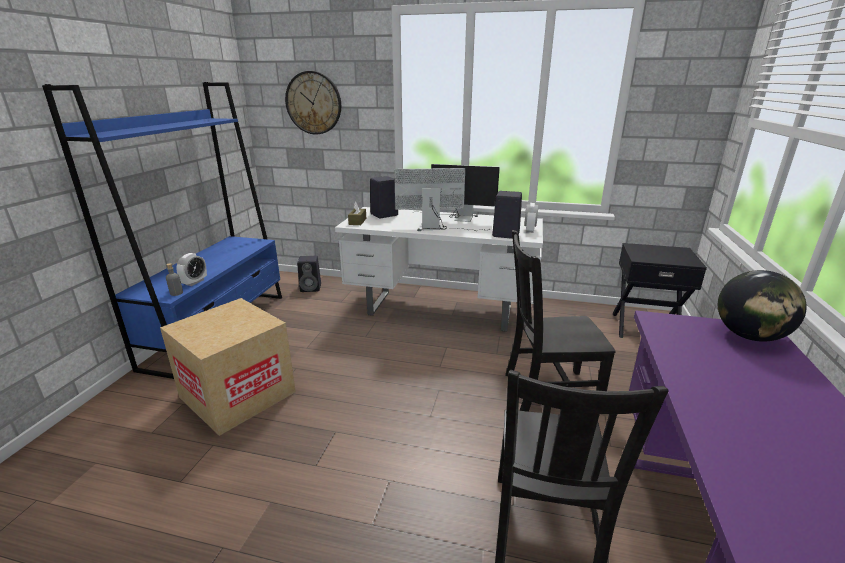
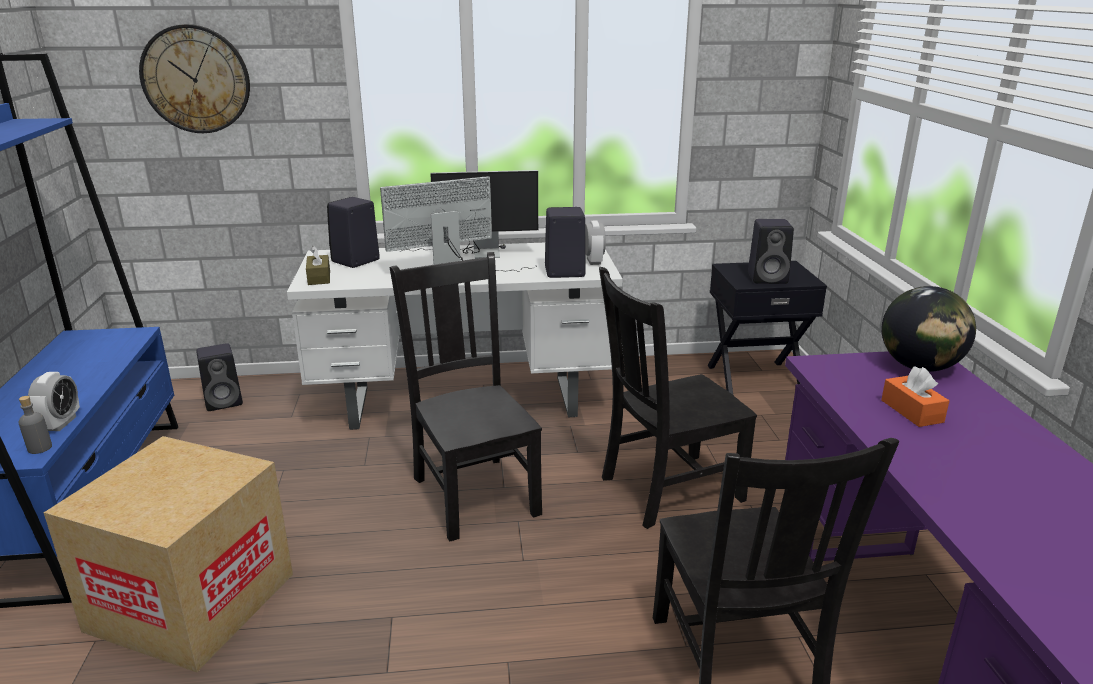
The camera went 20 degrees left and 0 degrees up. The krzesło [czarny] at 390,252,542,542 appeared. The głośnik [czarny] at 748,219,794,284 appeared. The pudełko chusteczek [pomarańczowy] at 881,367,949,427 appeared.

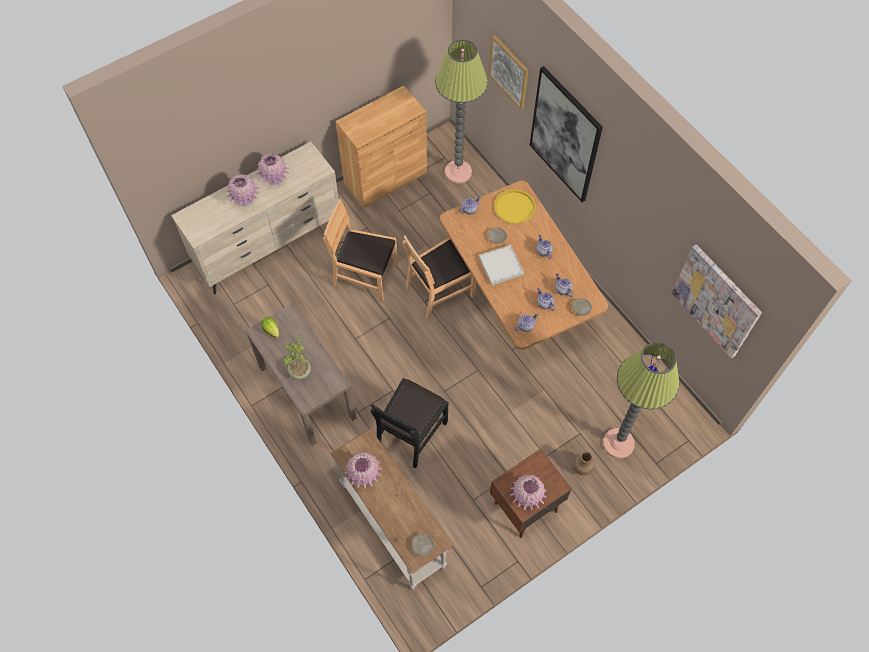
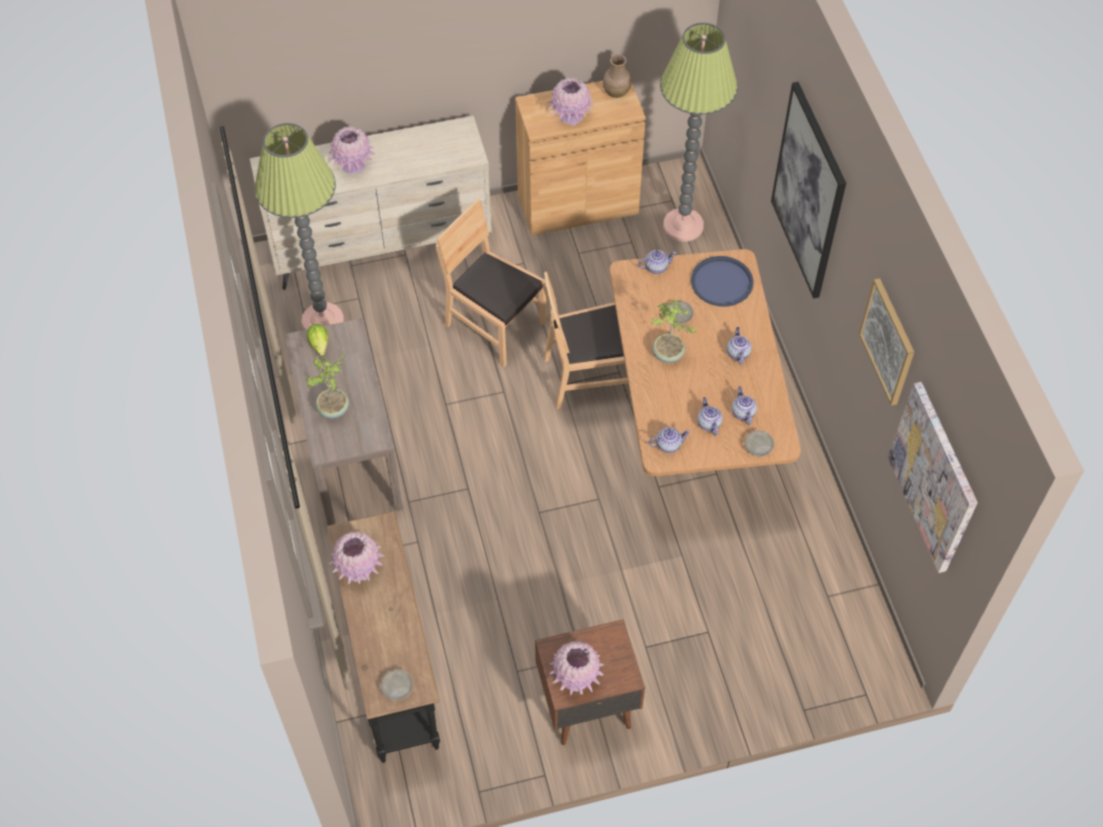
The camera went 20 degrees right and 5 degrees down. The wazon [różowy] moved from 257,153,289,185 to 548,77,594,126. The stolik konsolowy [biały] at 330,428,453,590 became the stolik konsolowy [czarny] at 327,511,440,763. The krzesło [czarny] at 371,378,448,468 disappeared. The taca [biały] at 479,245,524,285 was replaced by the roślina doniczkowa at 651,300,696,363. The obraz moved from 489,35,529,109 to 859,278,914,406. The taca [żółty] at 494,189,536,224 became the taca [niebieski] at 691,256,754,307. The wazon [brązowy] moved from 573,451,594,475 to 603,54,631,98. The lampa stojąca moved from 603,342,680,458 to 254,123,344,330.

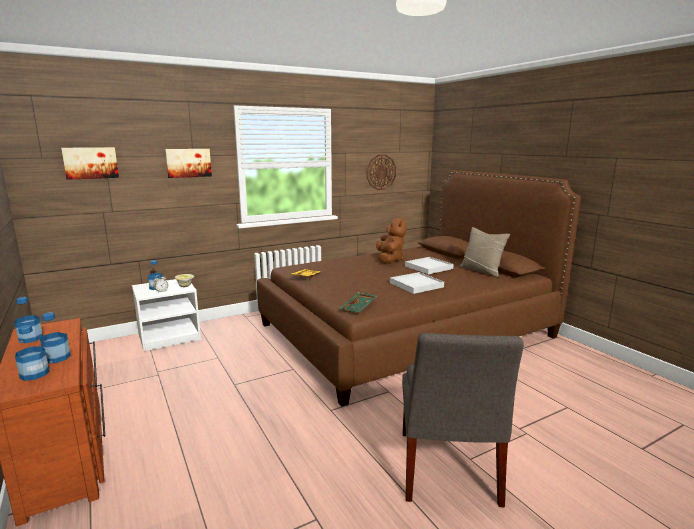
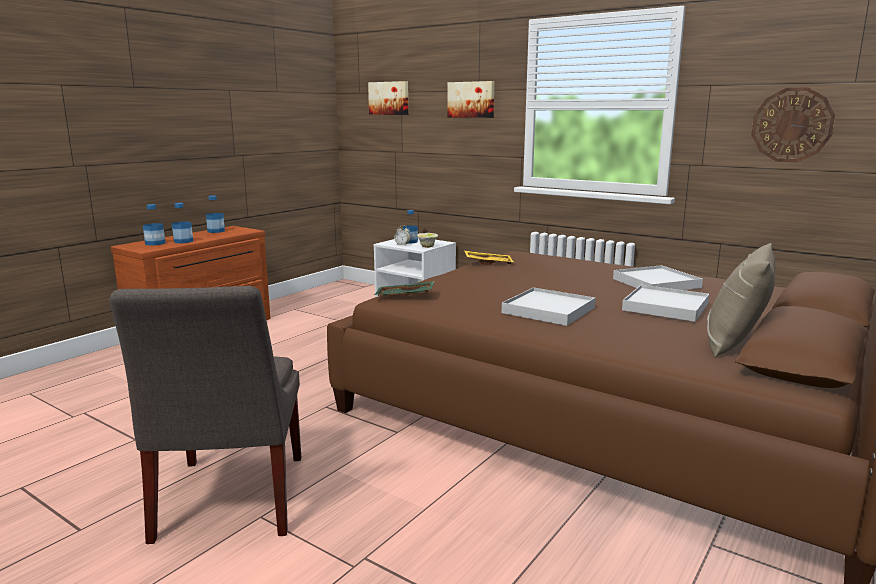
The camera went 65 degrees right and 0 degrees up. The pluszak [brązowy] at 376,217,406,264 was replaced by the taca [biały] at 613,265,703,290. The krzesło [szary] at 402,333,524,507 turned 75 degrees counterclockwise.

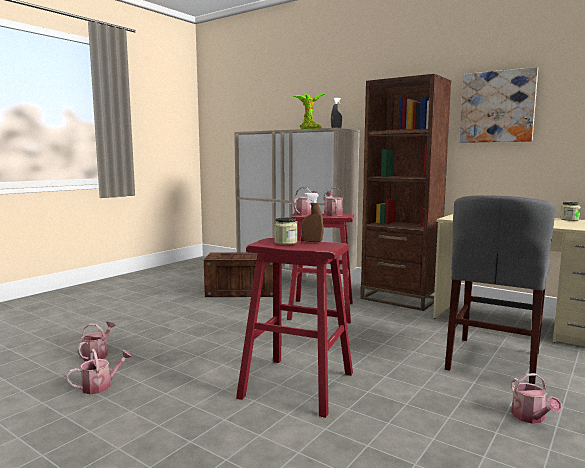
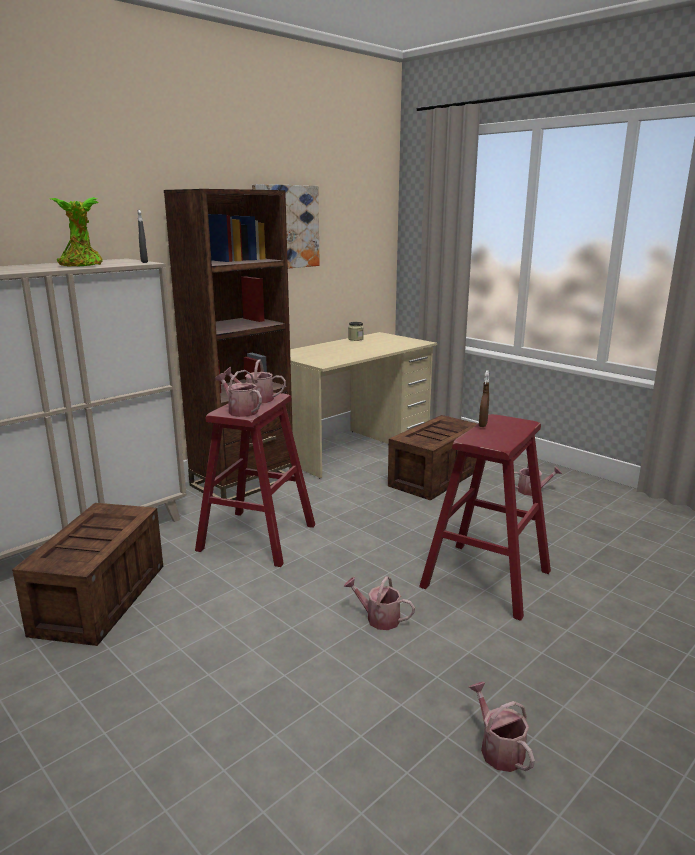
The camera went 80 degrees left and 10 degrees up. The konewka moved from 77,322,116,361 to 343,576,415,630. The słoik at 274,217,297,245 disappeared. The krzesło [szary] at 445,195,555,384 was replaced by the skrzynka at 388,415,478,501.

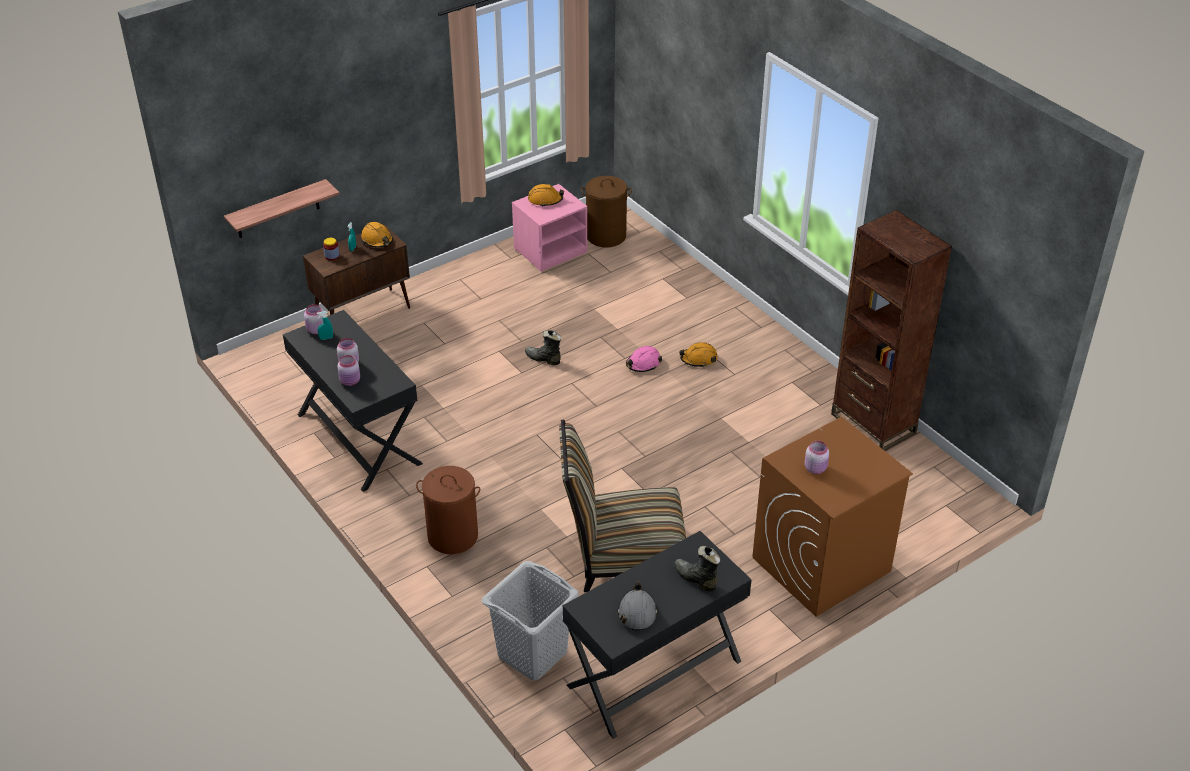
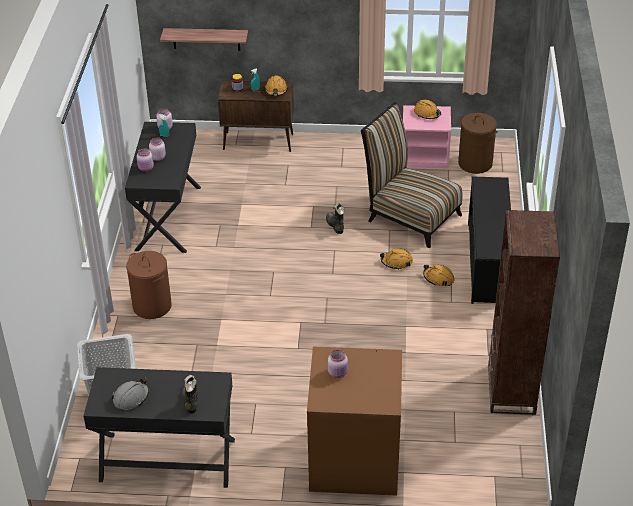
The camera went 40 degrees right and 0 degrees up. The krzesło moved from 559,420,686,592 to 361,102,462,248. The kask [różowy] at 626,346,662,372 became the kask [pomarańczowy] at 380,248,413,270. The regał na buty [czarny] at 468,177,511,304 appeared.

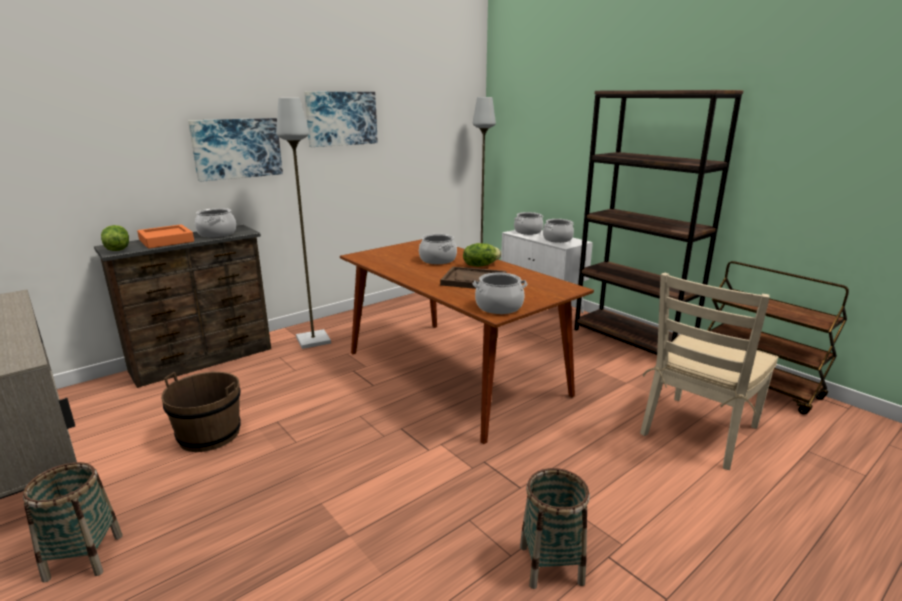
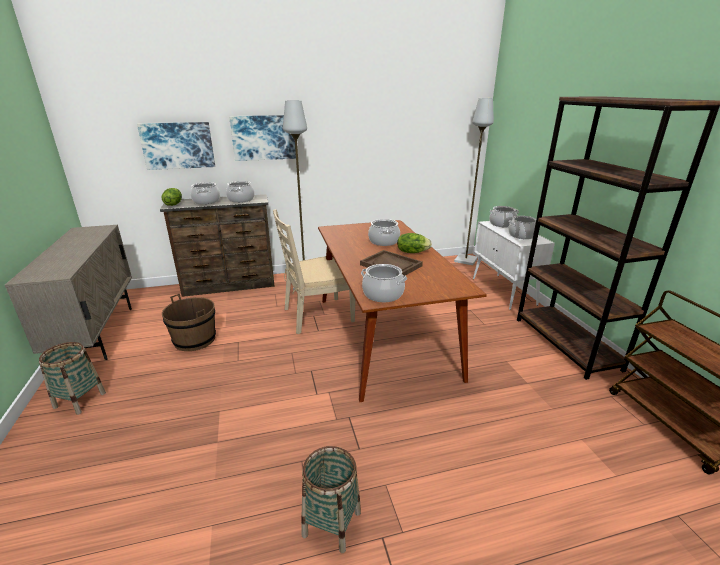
The camera went 25 degrees right and 5 degrees up. The taca [pomarańczowy] at 137,224,194,249 was replaced by the garnek at 191,182,220,204. The obraz moved from 304,92,378,147 to 137,122,215,170. The krzesło [beżowy] moved from 640,273,778,470 to 273,209,355,334.

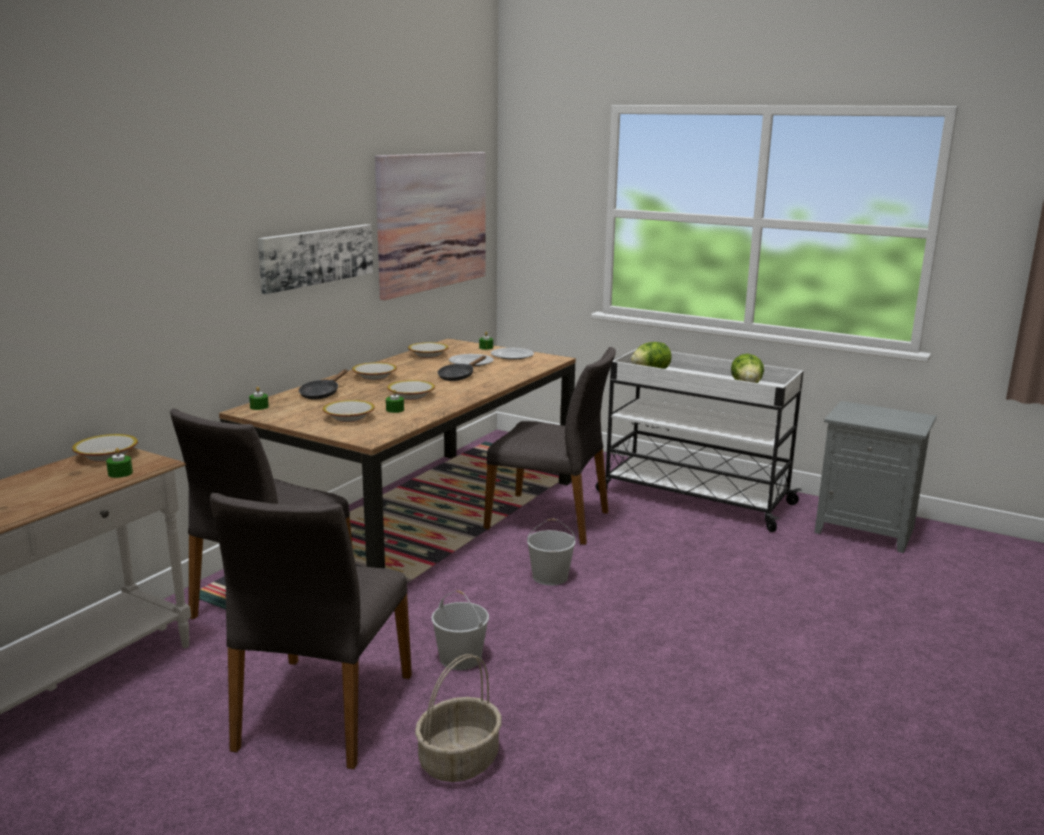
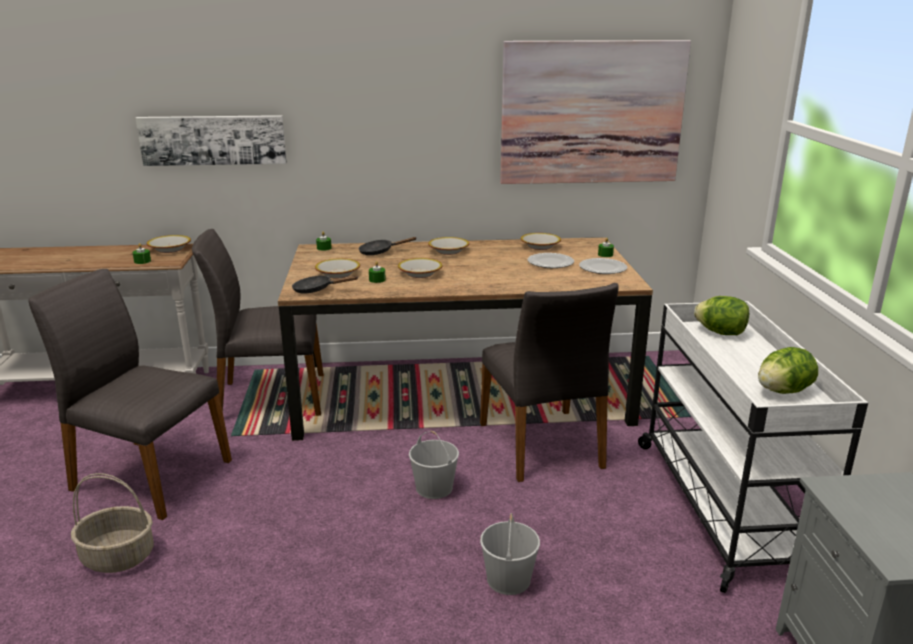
The camera went 55 degrees right and 5 degrees up. The krzesło [szary] at 210,493,412,769 turned 45 degrees clockwise. The obraz moved from 258,224,373,294 to 136,115,287,166. The wiadro [biały] moved from 431,590,489,670 to 480,513,540,595. The patelnia [czarny] moved from 437,356,486,381 to 292,275,358,294.

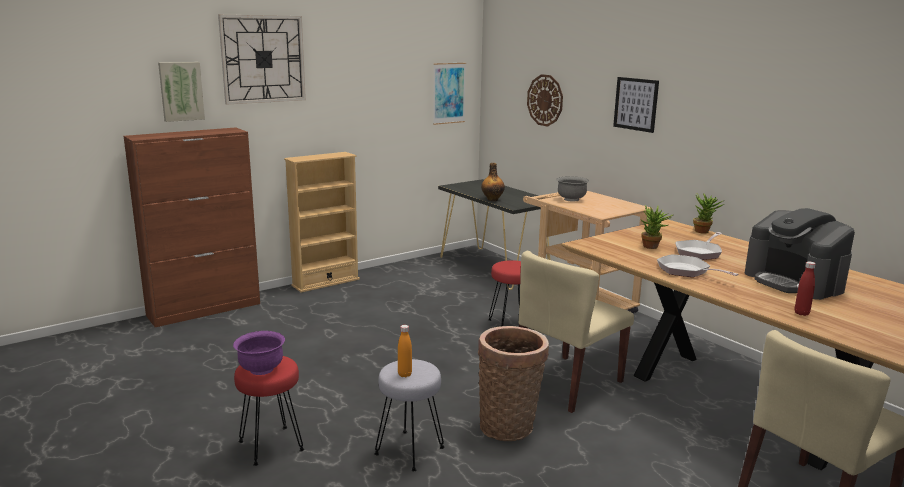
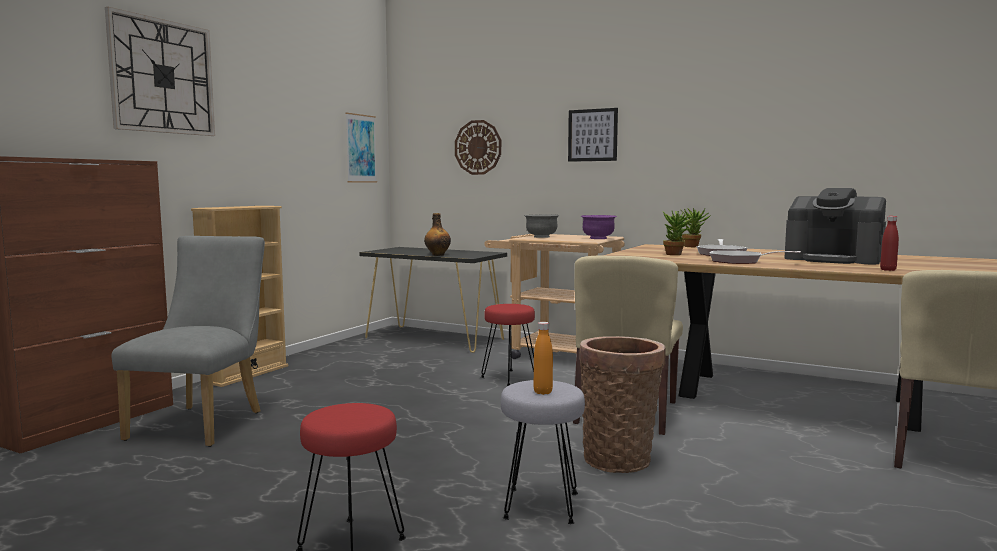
The camera went 25 degrees left and 10 degrees down. The obraz at 158,62,205,122 disappeared. The miska [fioletowy] moved from 233,331,285,375 to 581,215,617,239. The krzesło [szary] at 112,236,265,447 appeared.

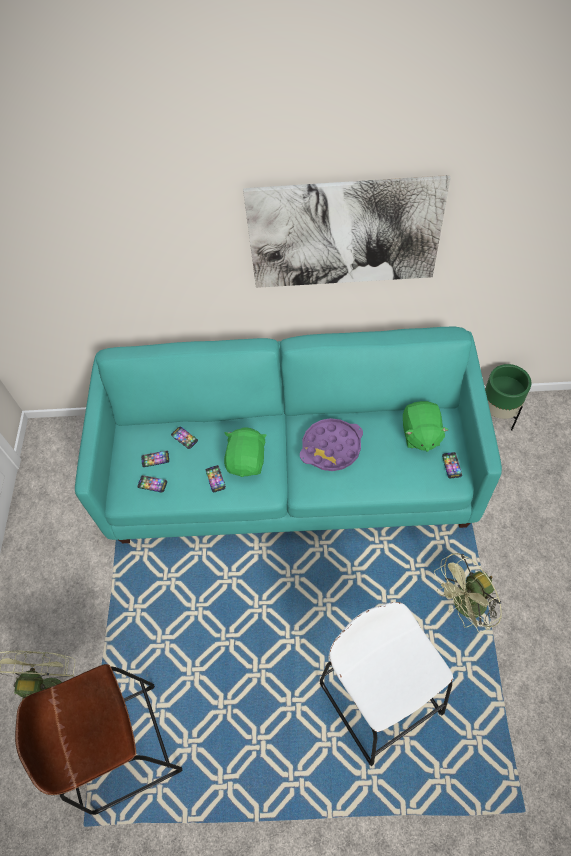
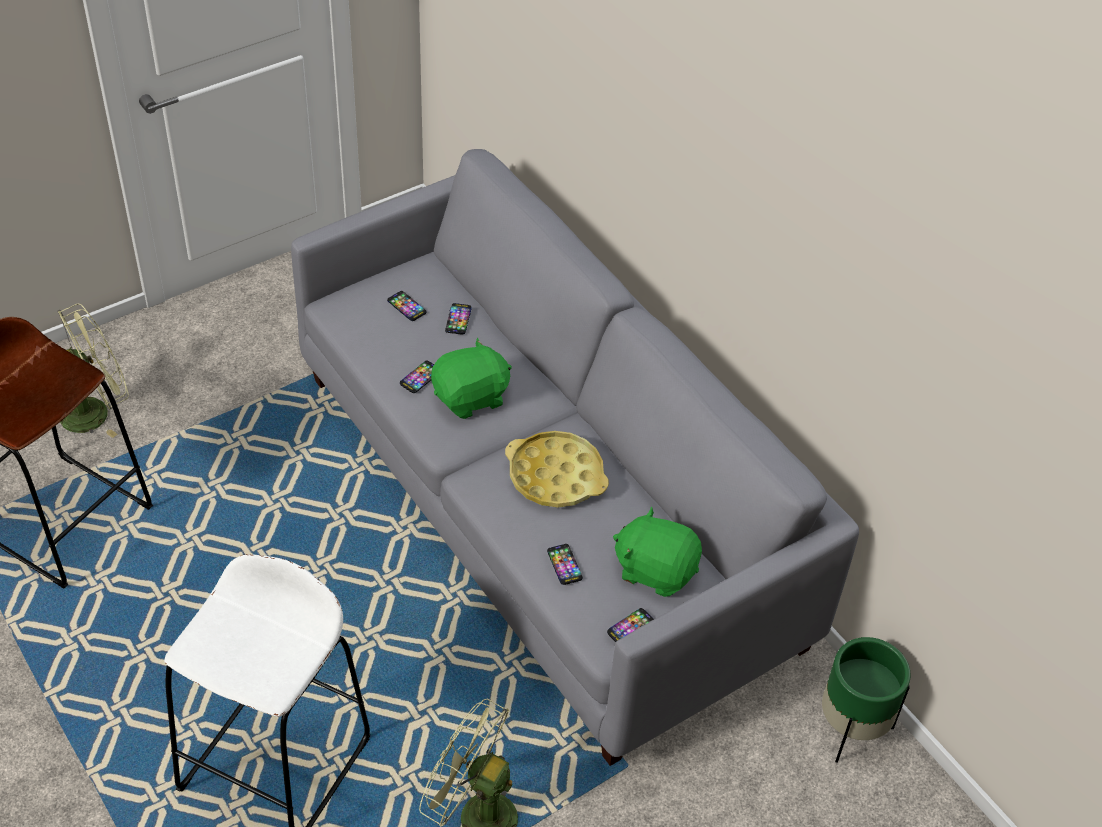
The camera went 50 degrees right and 10 degrees down. The kanapa [turkusowy] at 75,327,502,543 became the kanapa [szary] at 291,149,859,766. The telefon moved from 137,475,167,493 to 547,544,583,585. The obraz at 243,175,451,288 disappeared. The taca [fioletowy] at 300,418,363,471 became the taca [żółty] at 505,431,609,508. The pluszak [zielony] at 403,401,449,452 turned 60 degrees clockwise.

